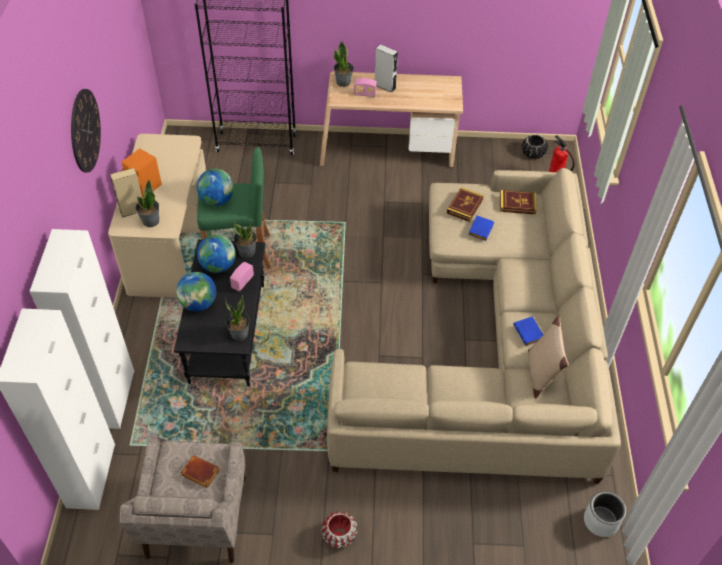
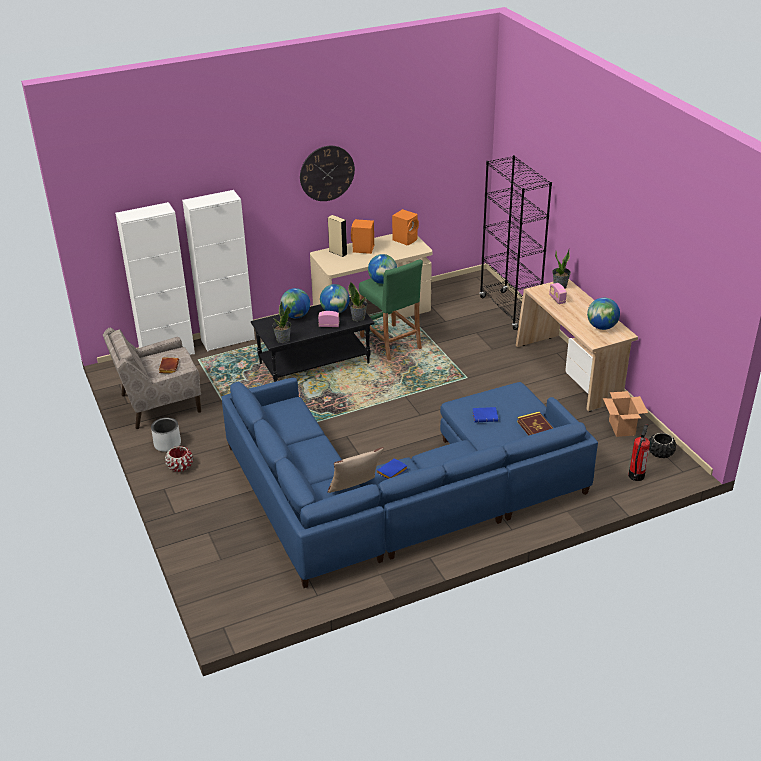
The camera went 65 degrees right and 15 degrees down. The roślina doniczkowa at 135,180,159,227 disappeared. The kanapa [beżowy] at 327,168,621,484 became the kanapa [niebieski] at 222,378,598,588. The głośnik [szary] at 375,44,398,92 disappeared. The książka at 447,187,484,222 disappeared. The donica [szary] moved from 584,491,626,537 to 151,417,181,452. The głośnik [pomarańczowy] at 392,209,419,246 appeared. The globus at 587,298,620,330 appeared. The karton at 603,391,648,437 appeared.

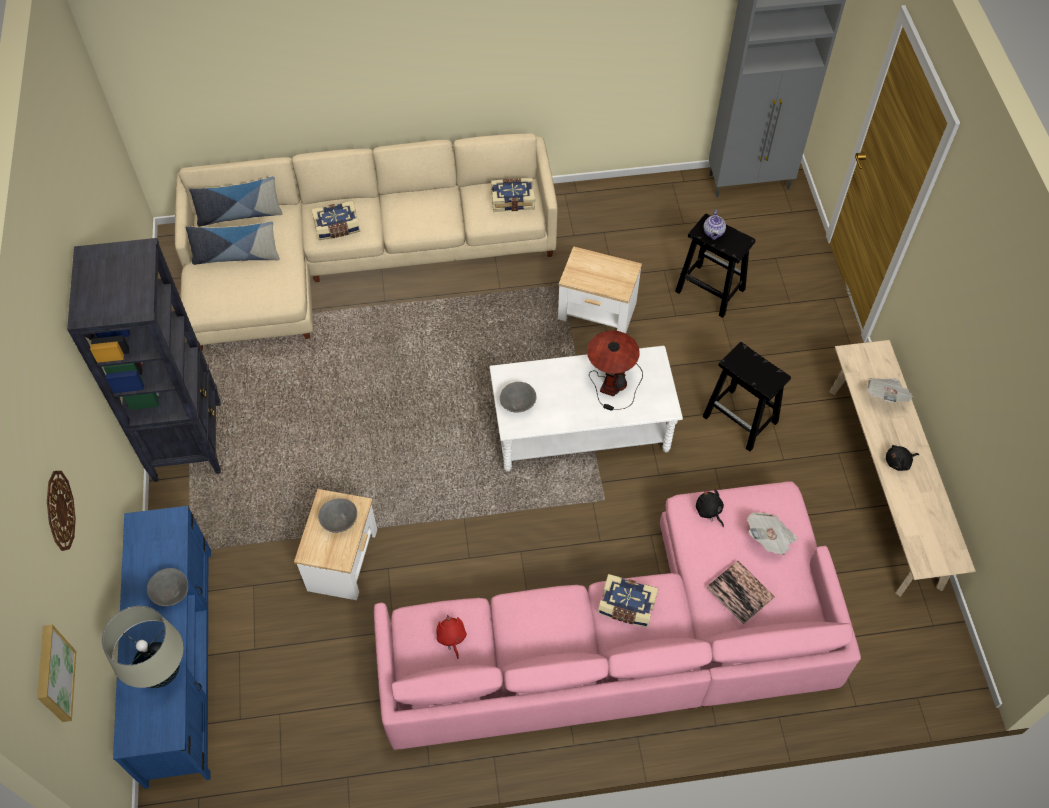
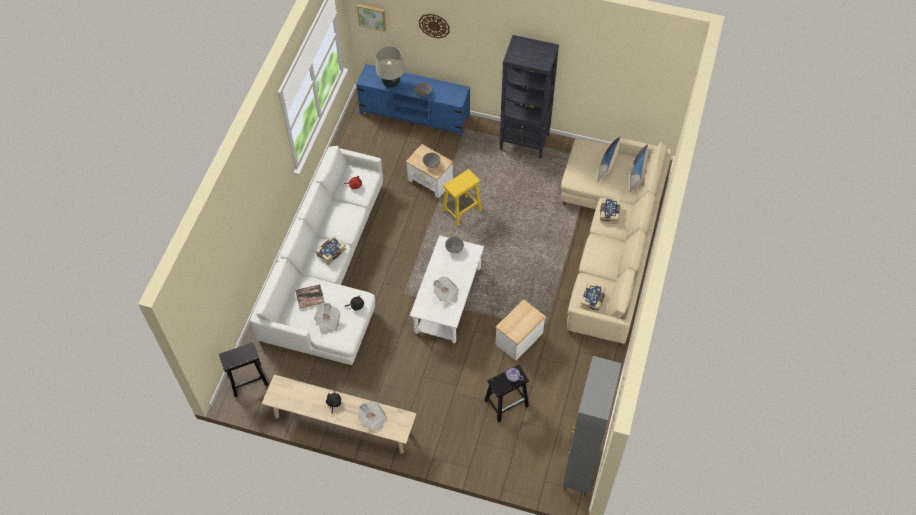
The camera went 115 degrees right and 0 degrees up. The kanapa [różowy] at 374,482,861,750 became the kanapa [biały] at 250,146,383,367. The lampa stołowa at 587,331,643,411 was replaced by the gazeta at 433,277,459,303. The stołek [czarny] moved from 702,342,791,452 to 219,342,268,397. The stołek [żółty] at 442,169,482,226 appeared.

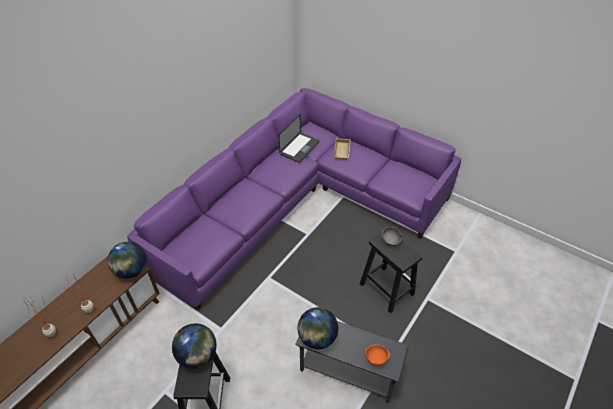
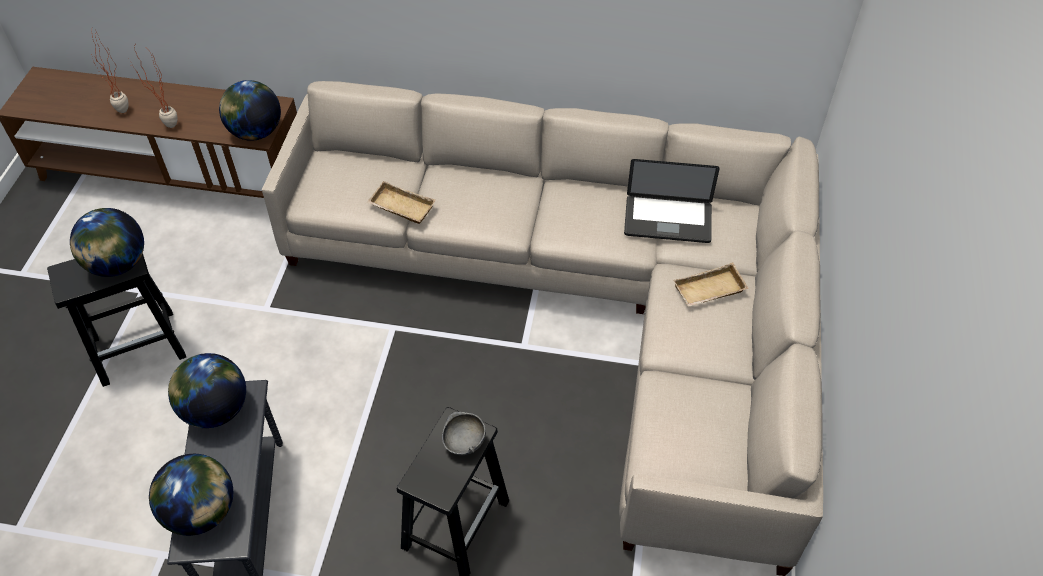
The camera went 65 degrees right and 5 degrees up. The kanapa [fioletowy] at 127,88,461,310 became the kanapa [beżowy] at 262,81,823,576. The miska [pomarańczowy] at 364,344,390,366 was replaced by the globus at 149,454,233,536. The taca [beżowy] at 367,181,436,224 appeared.

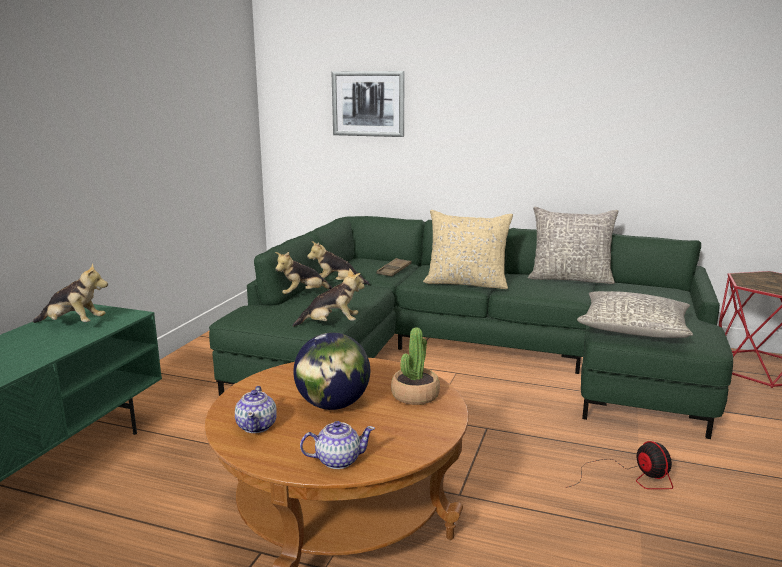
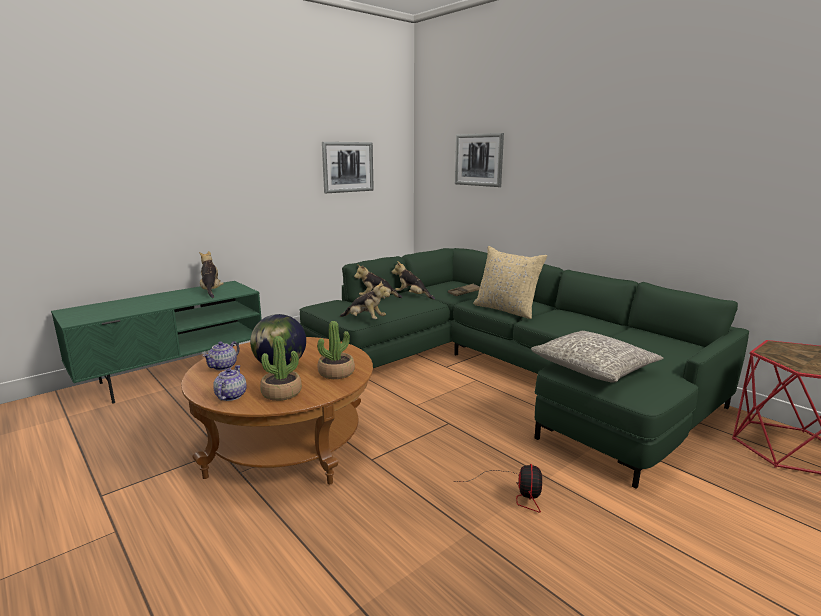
The camera went 30 degrees right and 0 degrees up. The pluszak at 33,263,108,323 turned 150 degrees counterclockwise. The imbryk at 300,421,375,469 turned 105 degrees counterclockwise. The poduszka [szary] at 528,207,619,284 disappeared. The roślina doniczkowa at 260,336,302,401 appeared. The obraz at 322,142,374,193 appeared.

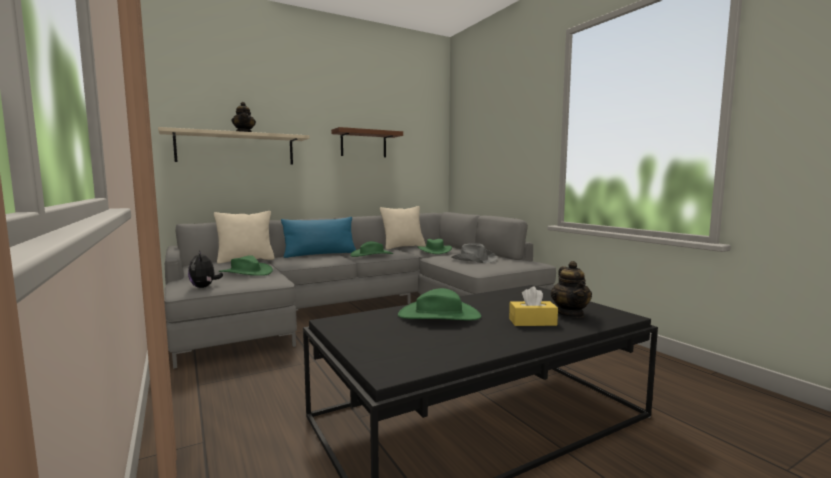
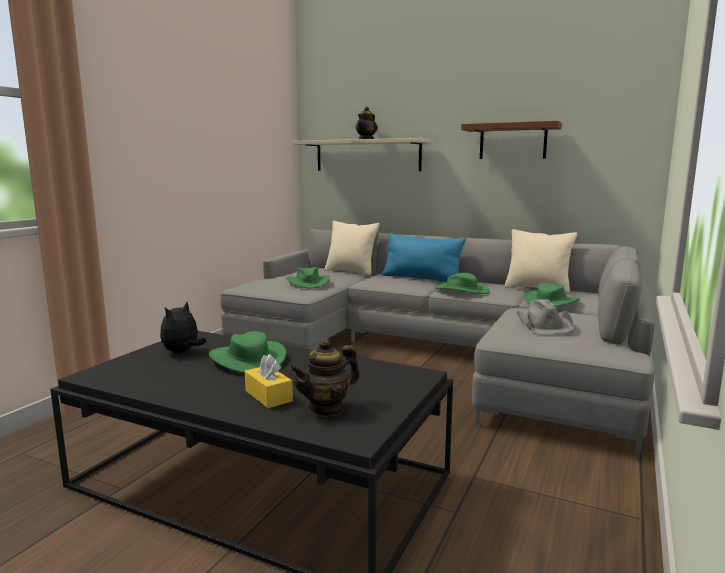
The camera went 55 degrees right and 5 degrees up. The pluszak moved from 188,251,223,288 to 160,302,207,353.

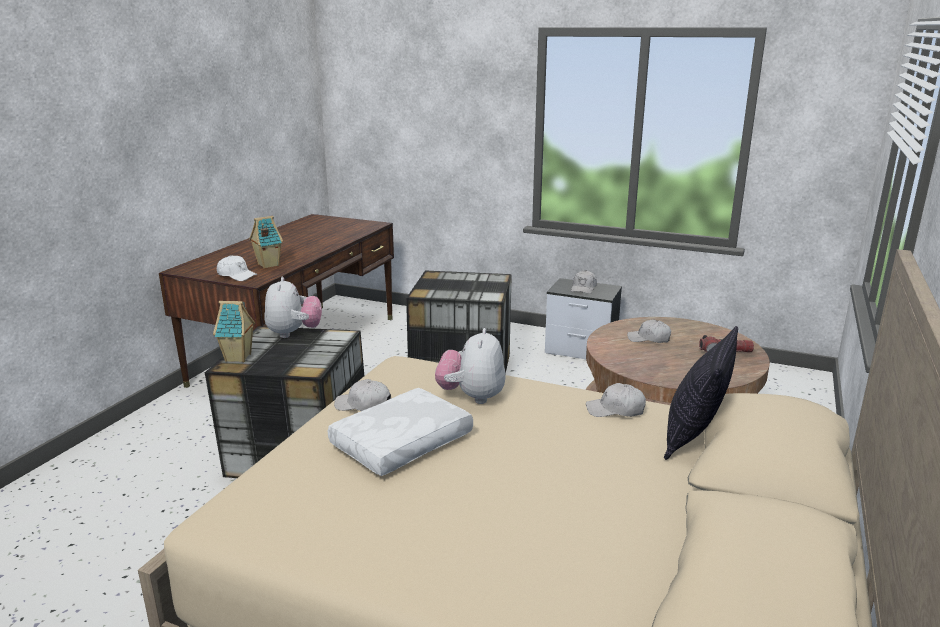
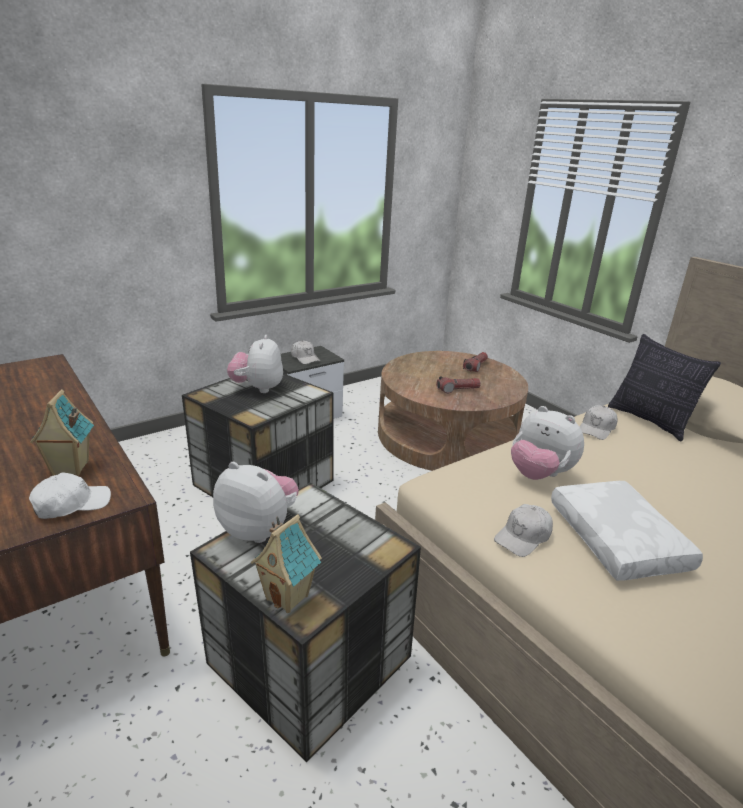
The camera went 60 degrees left and 5 degrees up. The czapka z daszkiem [biały] at 627,319,671,343 disappeared. The pluszak at 227,335,283,393 appeared. The latarka at 436,376,480,394 appeared.

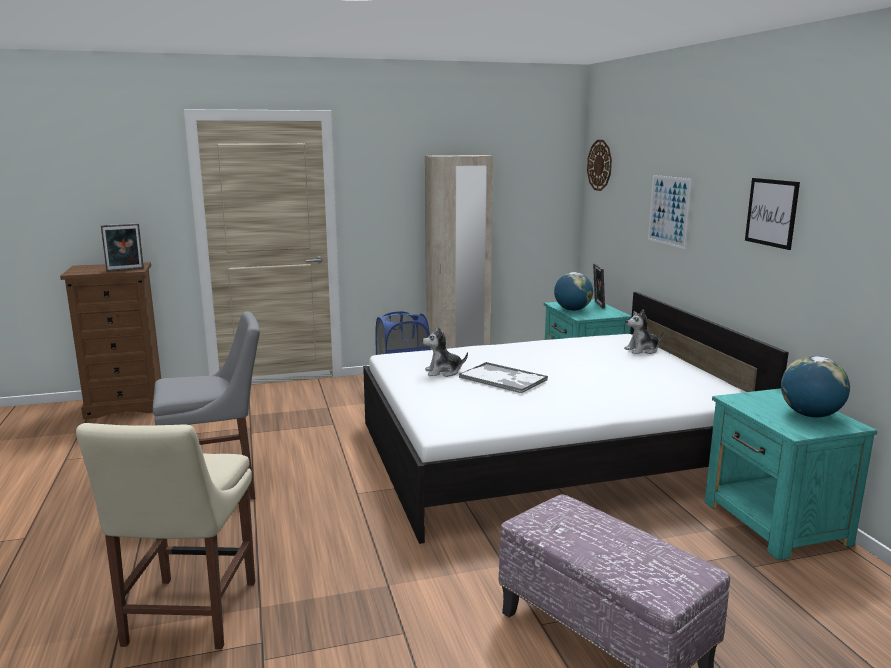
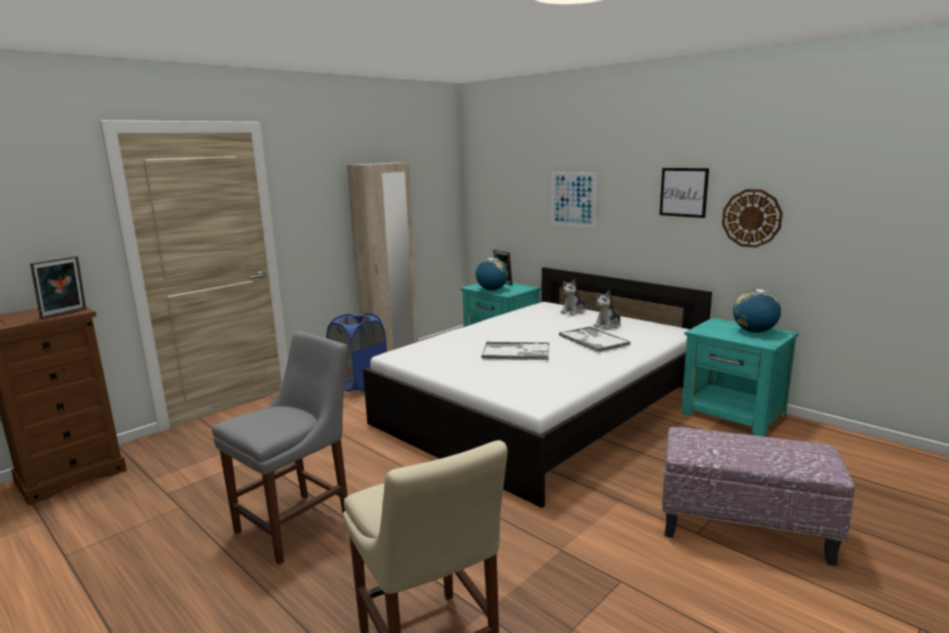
The camera went 30 degrees left and 0 degrees up. The pluszak moved from 422,327,468,377 to 593,290,621,330. The zegar ścienny moved from 587,140,612,191 to 722,189,783,248. The taca at 559,326,630,352 appeared.

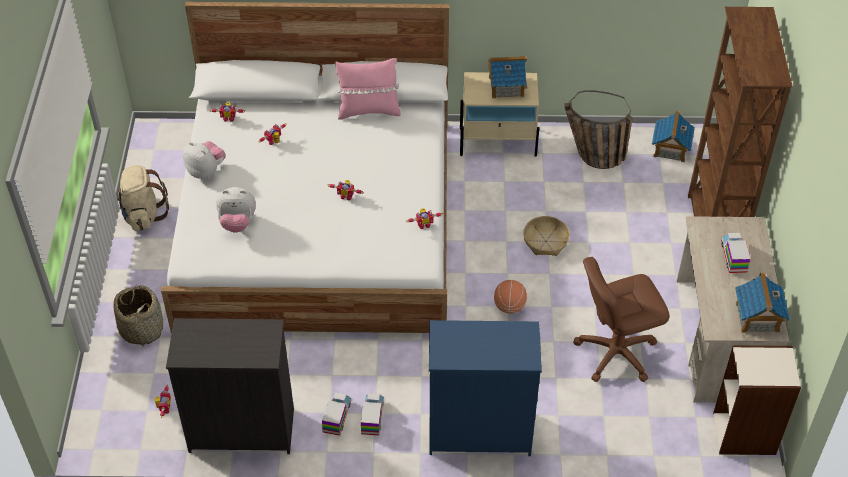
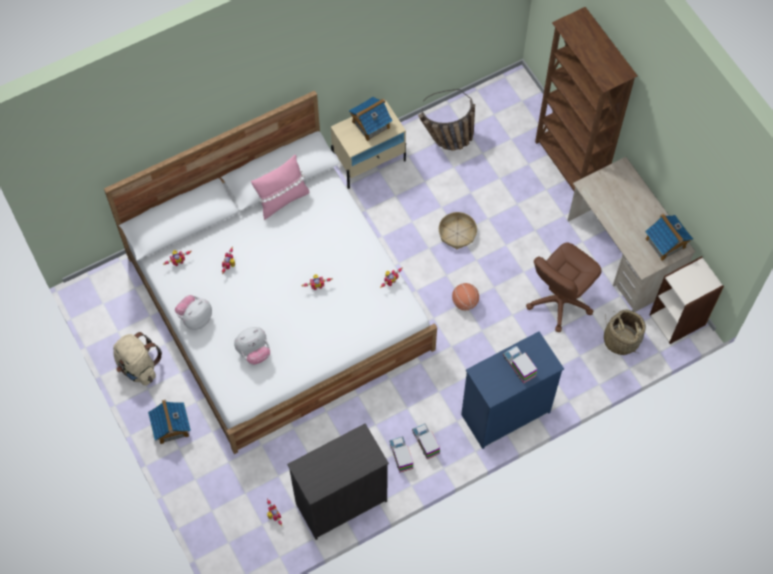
The camera went 30 degrees left and 15 degrees up. The koszyk moved from 114,285,163,347 to 604,310,646,355. The pluszak at 183,141,226,179 turned 60 degrees counterclockwise. The domek moved from 652,110,695,162 to 148,400,191,444. The ciężarówka zabawkowa moved from 721,233,750,273 to 503,346,537,383.

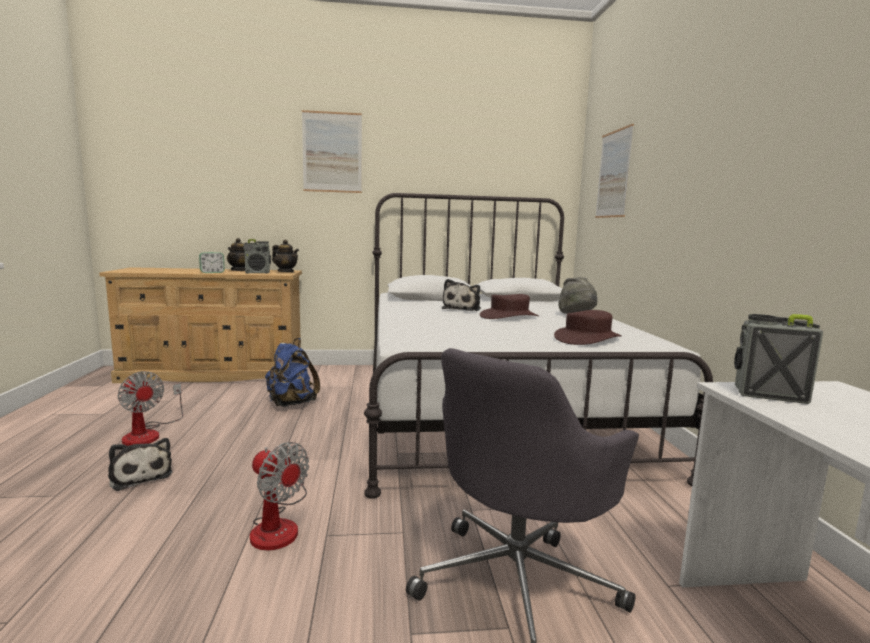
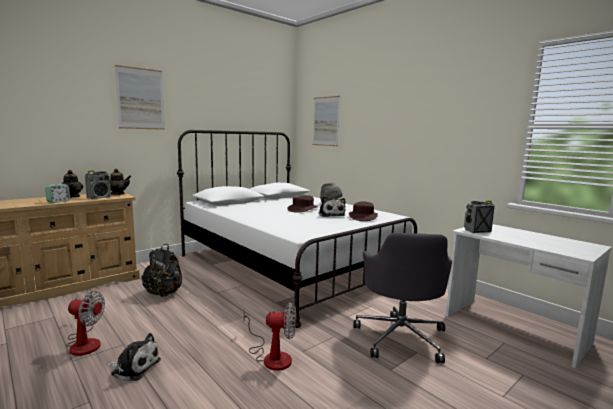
The camera went 35 degrees left and 0 degrees up. The plecak [niebieski] at 265,338,320,407 became the plecak [czarny] at 141,244,182,297. The pluszak moved from 442,279,481,311 to 318,196,346,217.

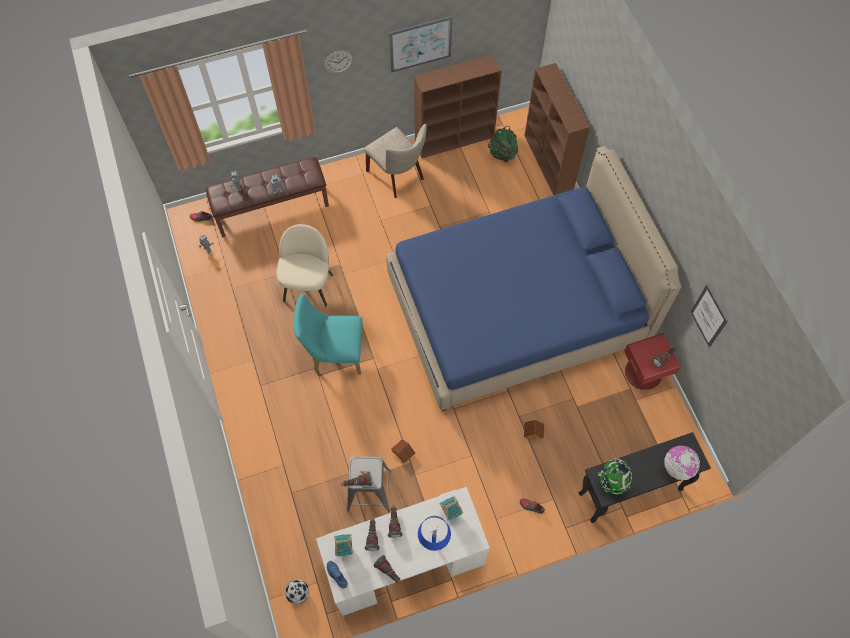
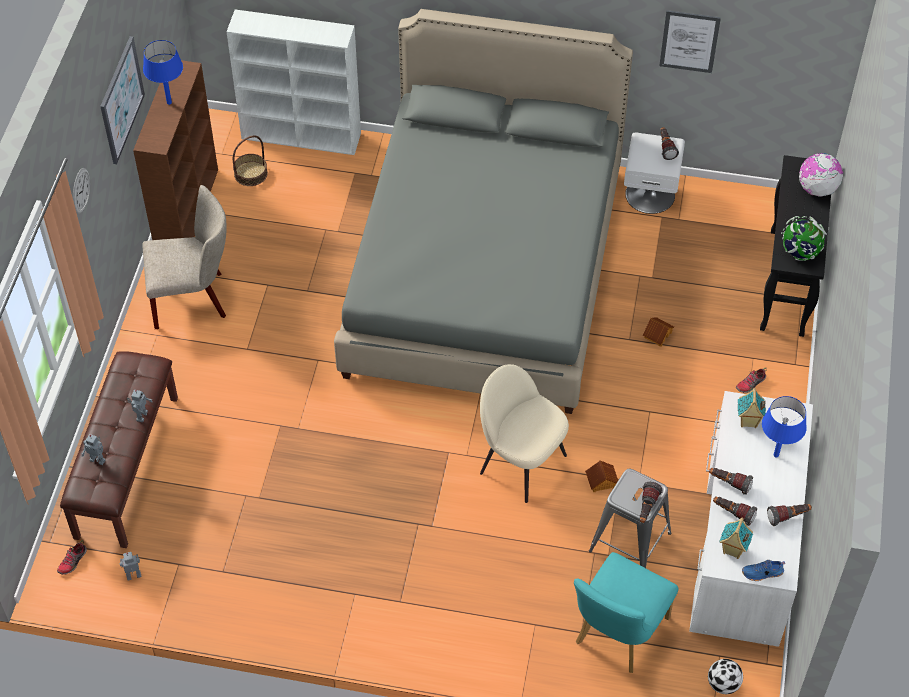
The camera went 60 degrees left and 10 degrees down. The krzesło [beżowy] moved from 277,224,333,307 to 480,364,569,503. The krzesło [turkusowy] moved from 294,294,364,375 to 574,552,678,673. The łóżko [niebieski] at 386,146,681,411 became the łóżko [szary] at 334,9,633,414. The plecak [zielony] at 488,126,518,163 was replaced by the koszyk at 233,135,268,186. The regał [brązowy] at 524,63,590,195 became the regał [biały] at 227,9,361,155. The szafka nocna [czerwony] at 624,333,680,390 became the szafka nocna [biały] at 624,132,685,214. The lampa stołowa [niebieski] at 143,40,183,105 appeared.

